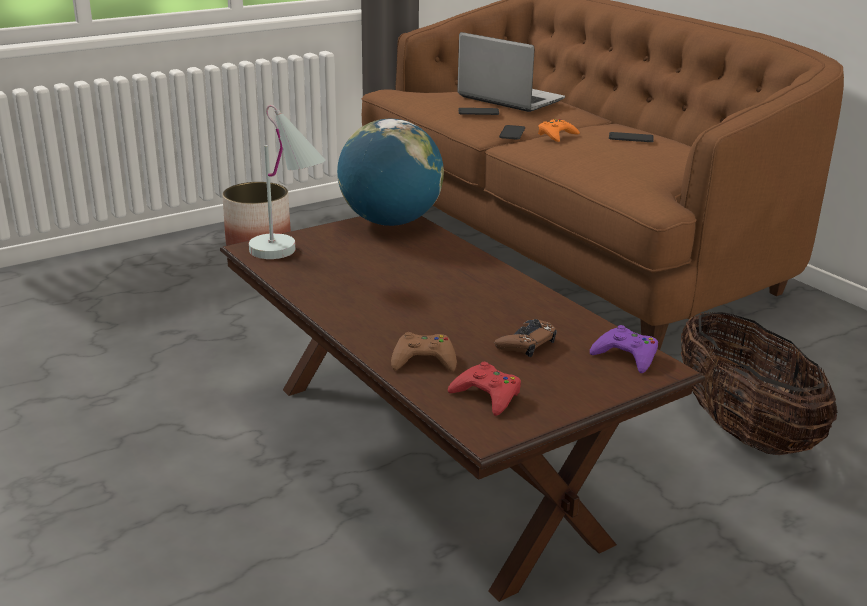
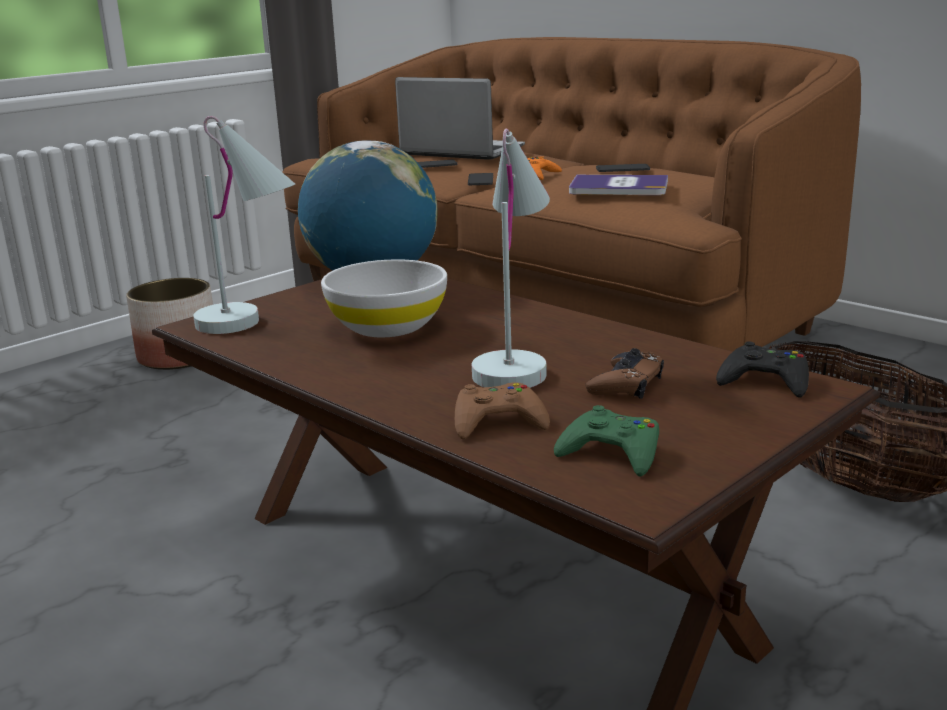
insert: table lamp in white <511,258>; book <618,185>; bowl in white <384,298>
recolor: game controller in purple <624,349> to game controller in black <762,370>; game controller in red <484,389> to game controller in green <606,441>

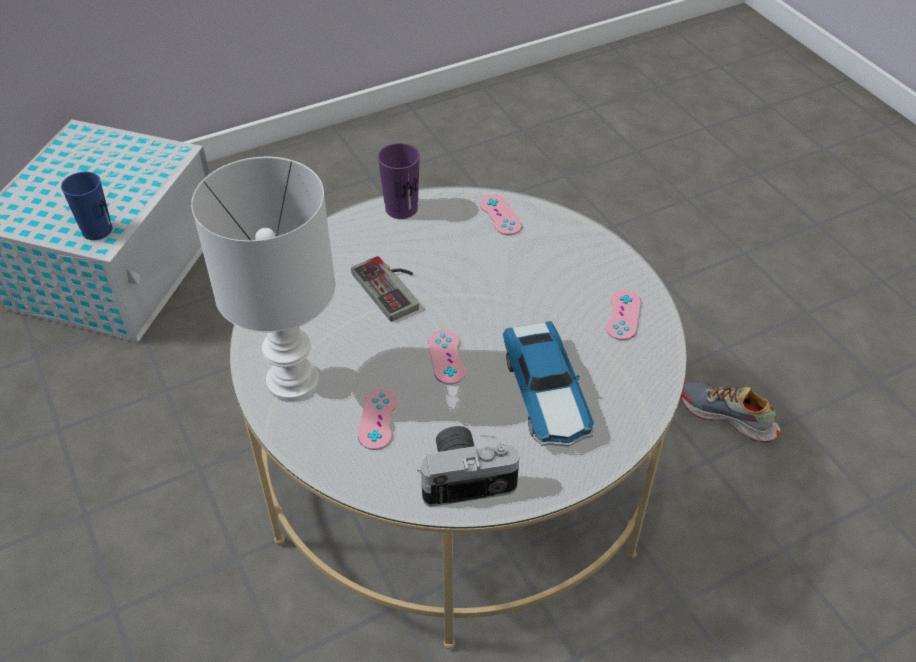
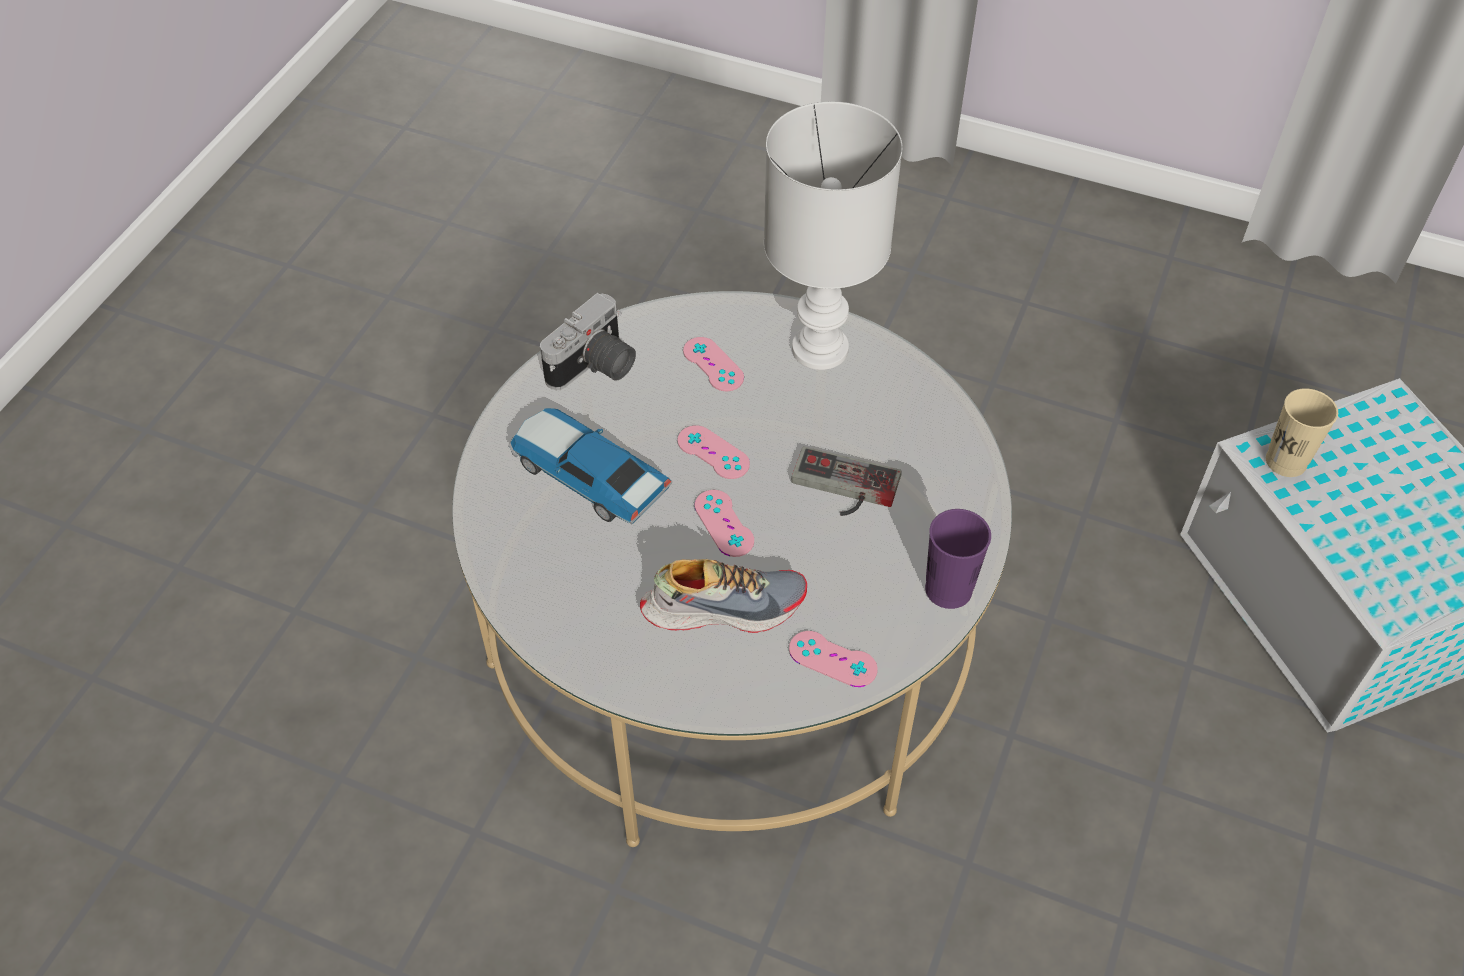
move: game controller in pink <623,315> to <724,523>; shoe <731,411> to <723,596>
recolor: cup in blue <86,206> to cup in beige <1302,432>

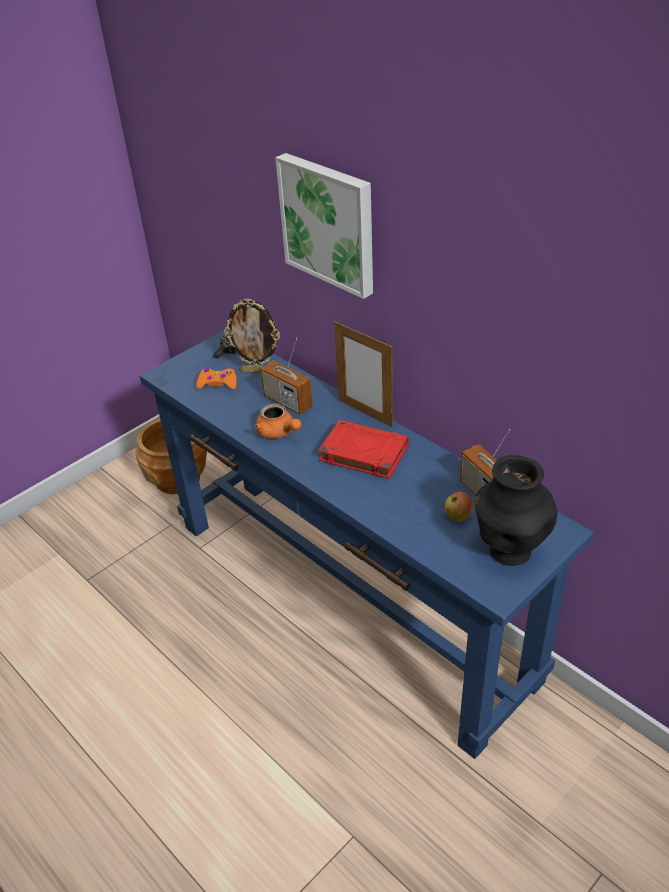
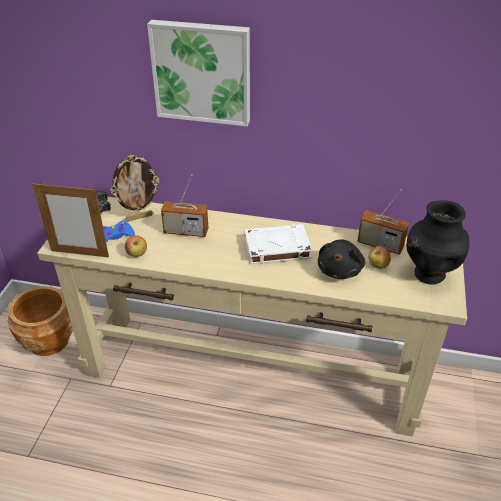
delete: teapot in orange <278,421>
insert: apple <136,246>; plush toy in black <341,259>
move: picture frame <363,374> to <70,220>
recolor: console table in blue <366,544> to console table in beige <252,316>; game controller in orange <216,379> to game controller in blue <119,232>; book in red <363,449> to book in white <278,244>

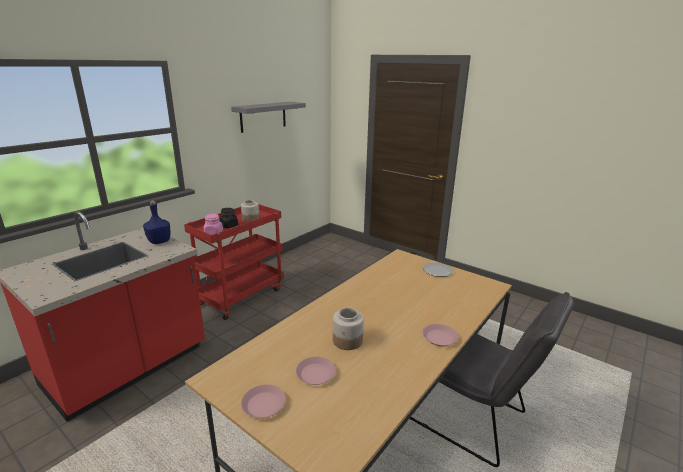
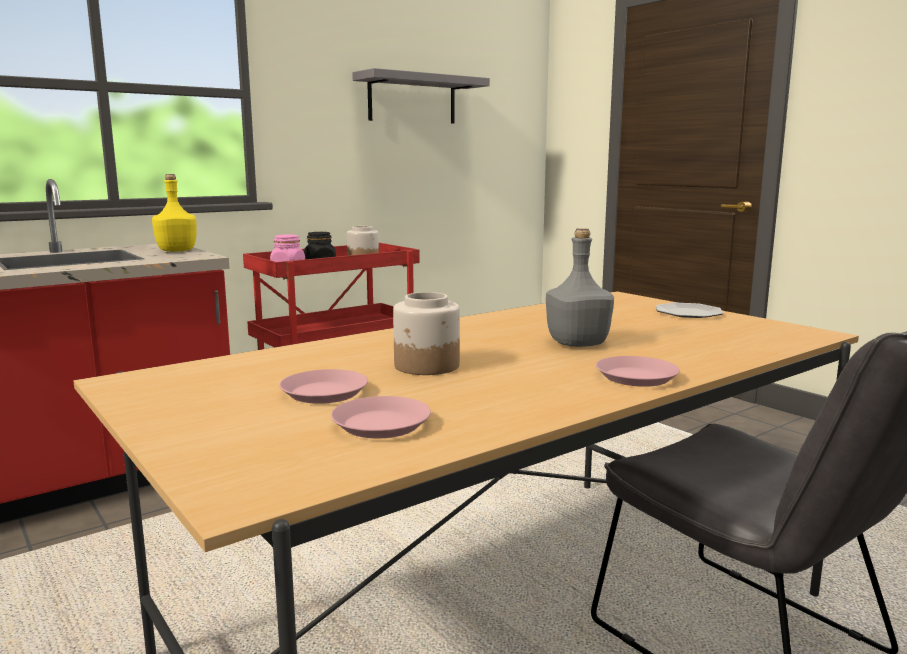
insert: bottle in grey <580,287>
move: plate in pink <263,401> to <381,417>
recolor: bottle in blue <157,222> to bottle in yellow <174,213>

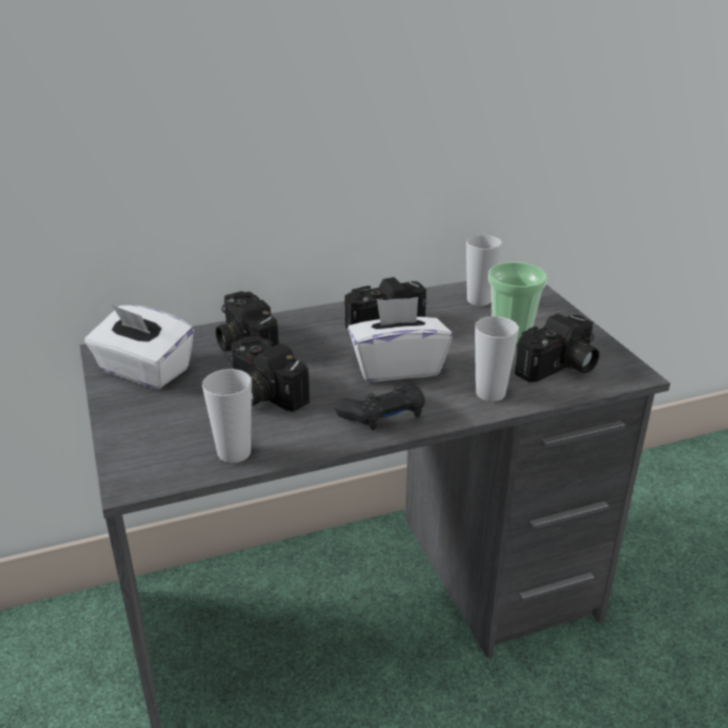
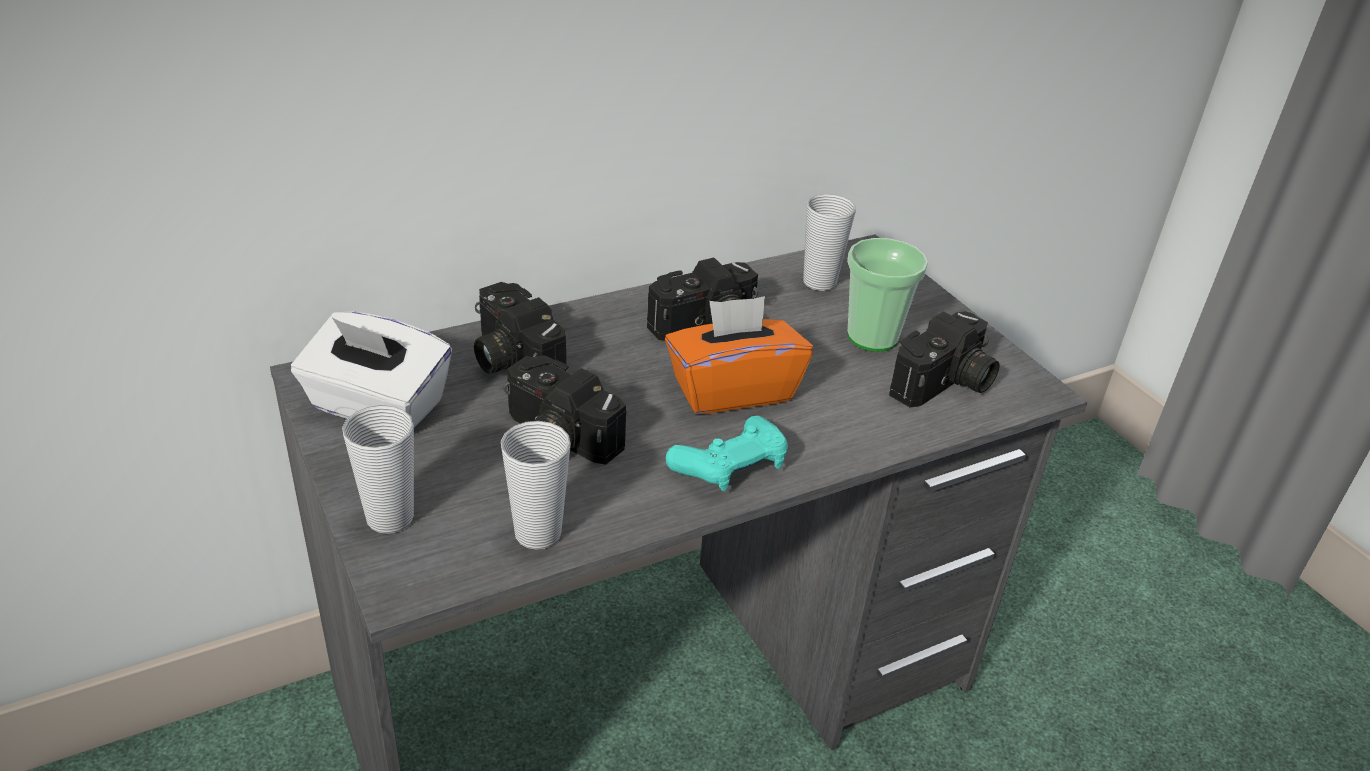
move: cup <497,359> to <378,469>
recolor: tissue box in white <400,339> to tissue box in orange <739,355>; game controller in black <380,406> to game controller in turquoise <727,453>

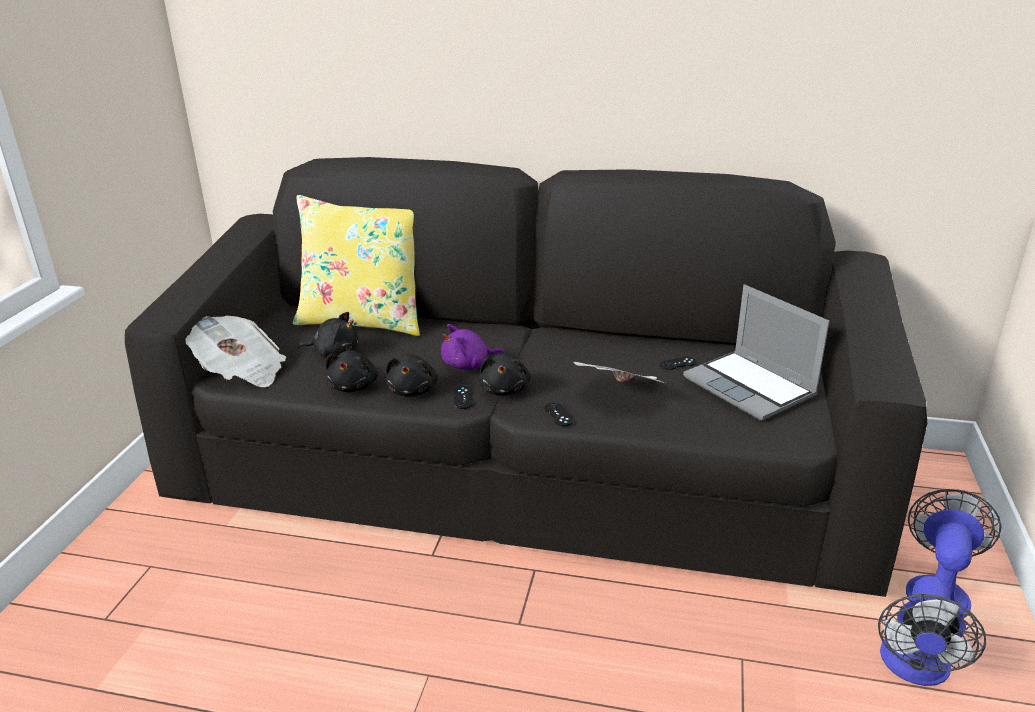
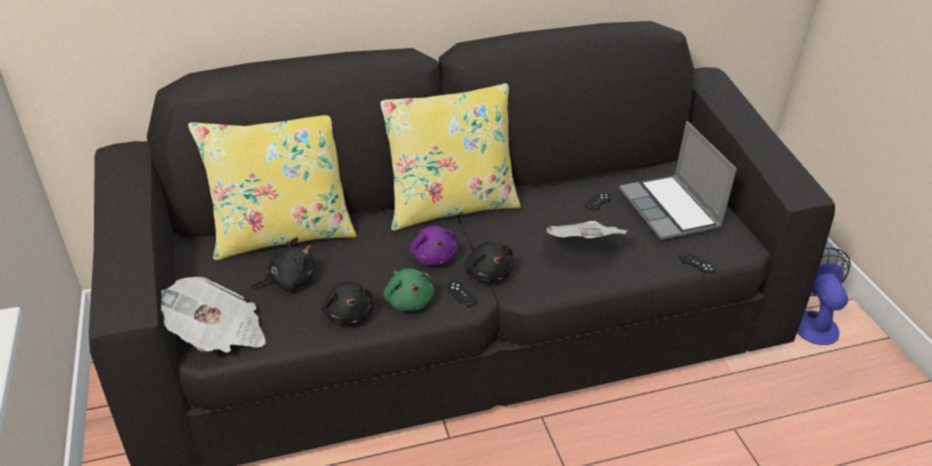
delete: fan <932,631>
insert: pillow in yellow <450,157>
move: game controller in black <559,414> to <697,263>
recolor: plush toy in black <412,375> to plush toy in green <409,289>
rotate: laptop <756,352> = <678,180> 45 degrees clockwise; plush toy in purple <472,347> = <434,246> 60 degrees counterclockwise

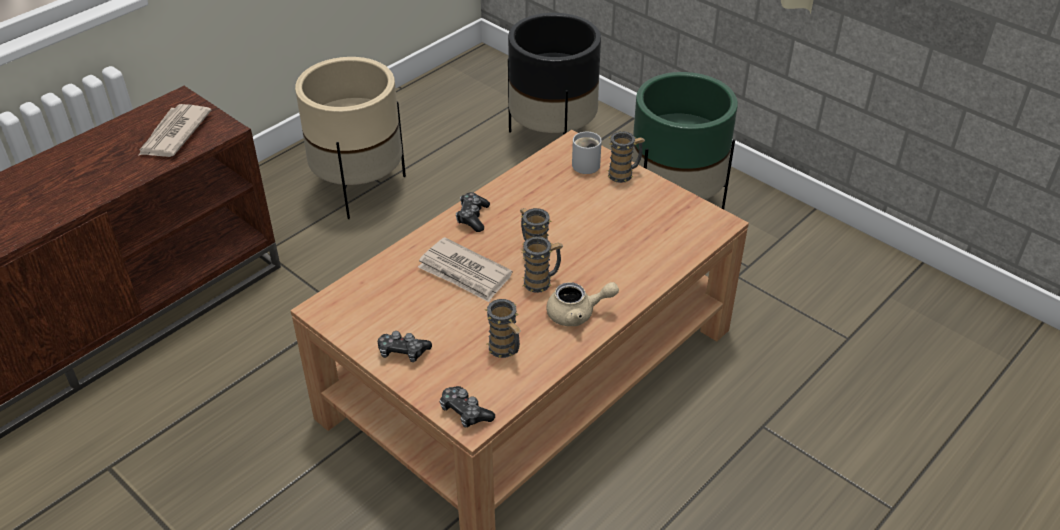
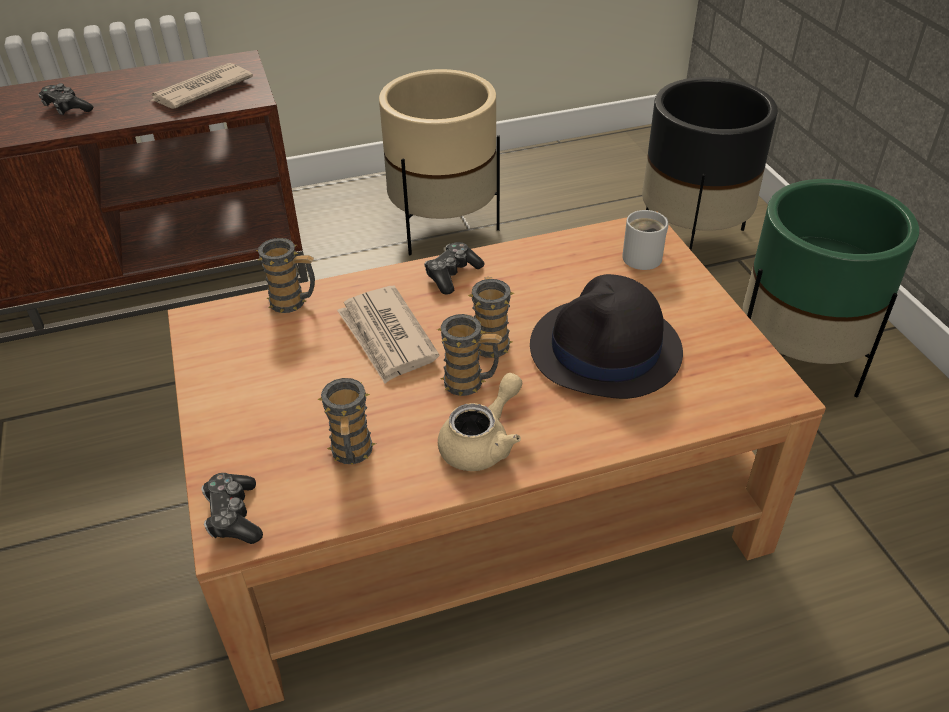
insert: hat in black <606,336>
move: mug <626,157> to <285,275>; game controller <405,346> to <66,99>
rotate: teapot in beige <582,304> = <480,422> 75 degrees counterclockwise

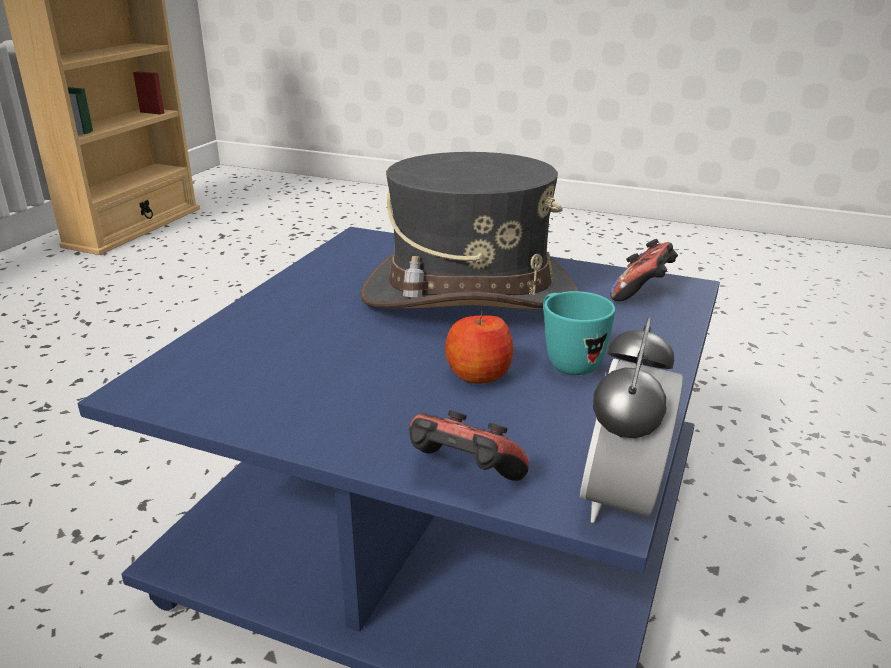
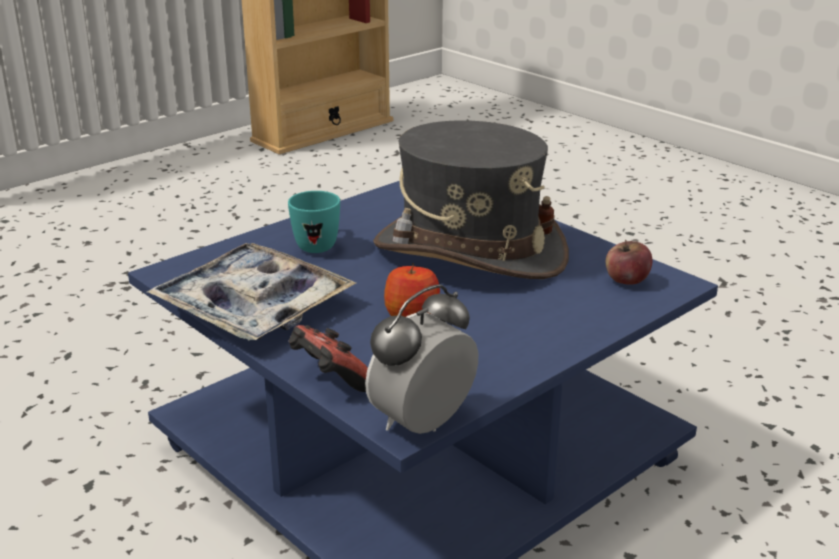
insert: tray <251,291>
move: mug in turquoise <579,333> to <314,222>
replace: game controller <644,270> to apple <629,262>

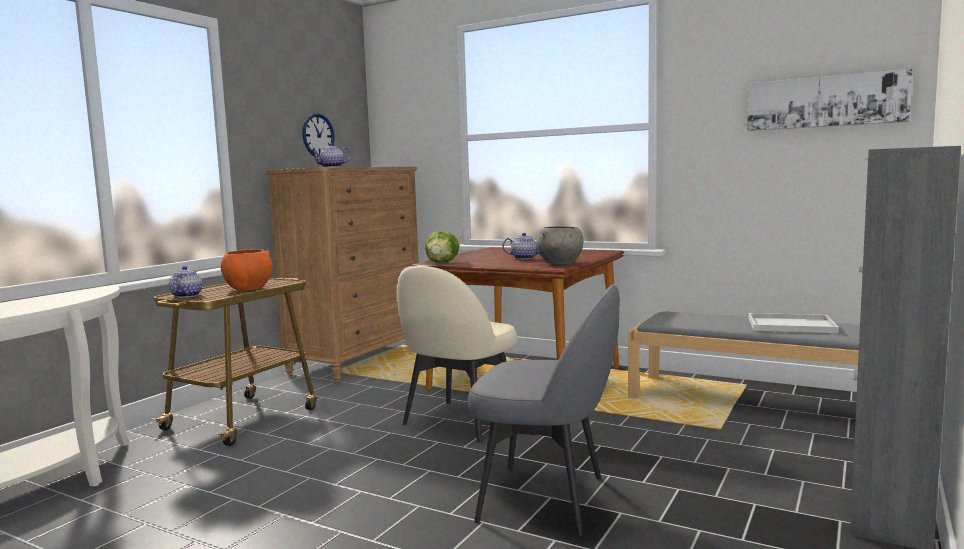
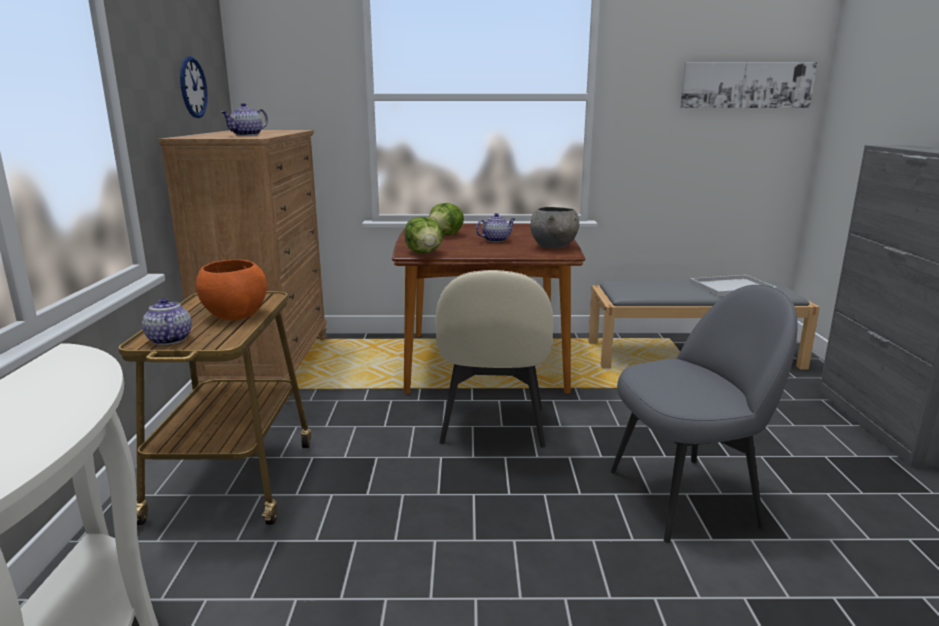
insert: lettuce <446,219>

